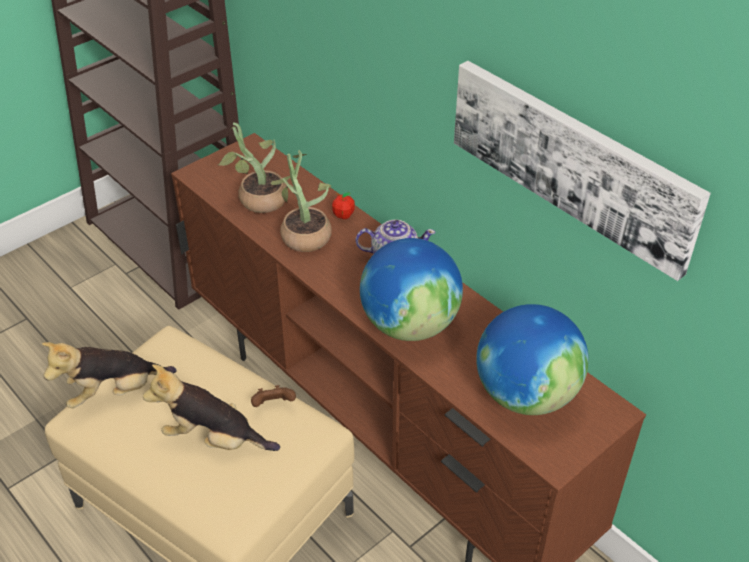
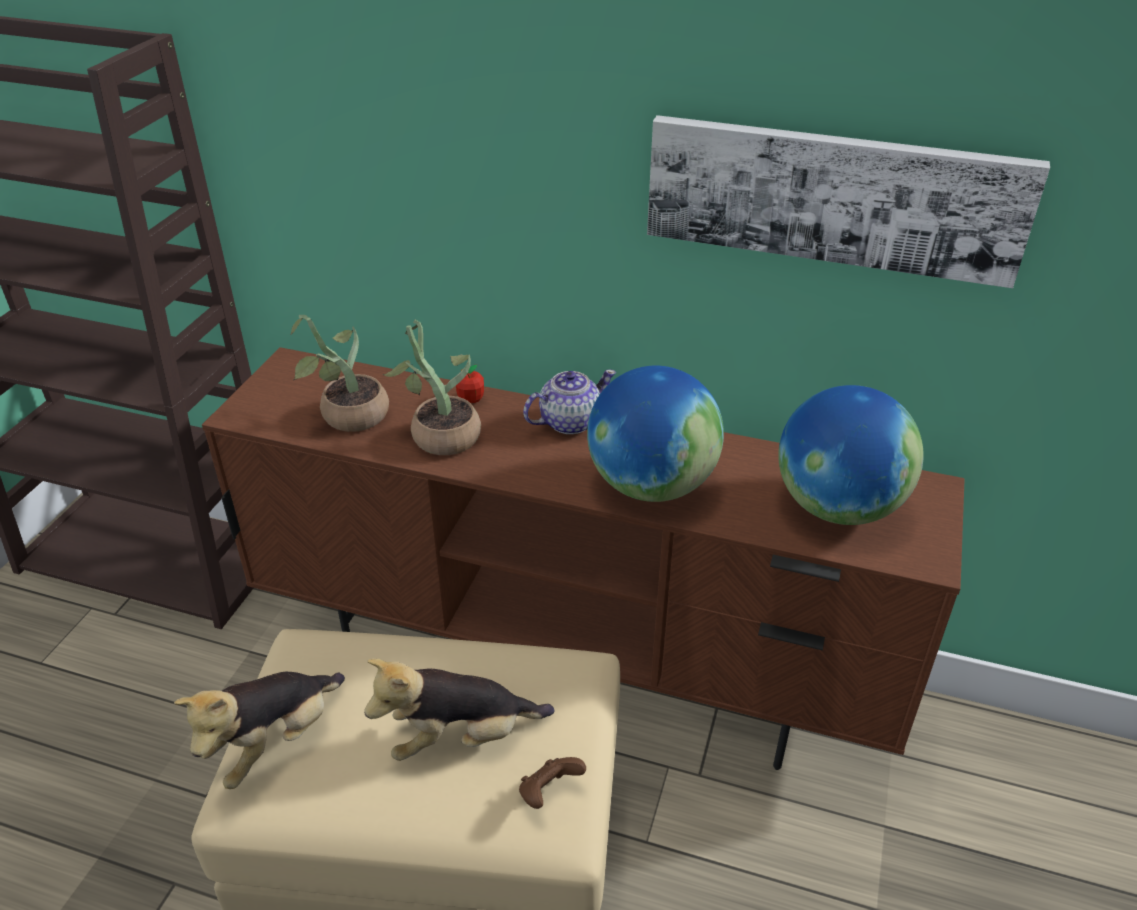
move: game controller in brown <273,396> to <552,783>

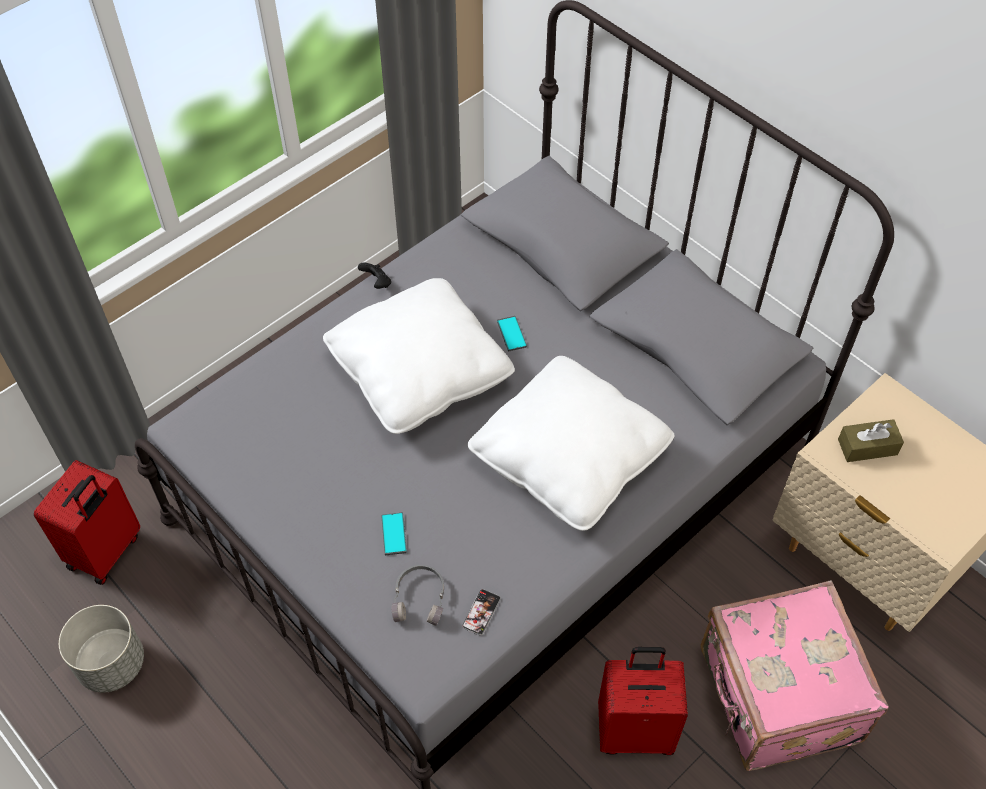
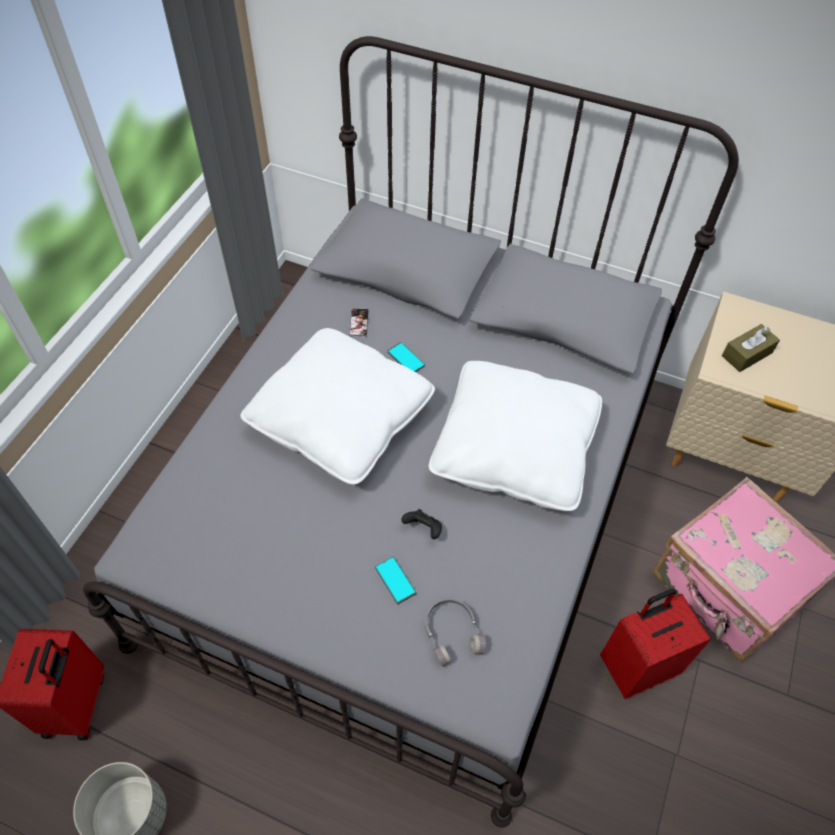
move: game controller in black <374,275> to <421,524>; phone <481,612> to <359,322>

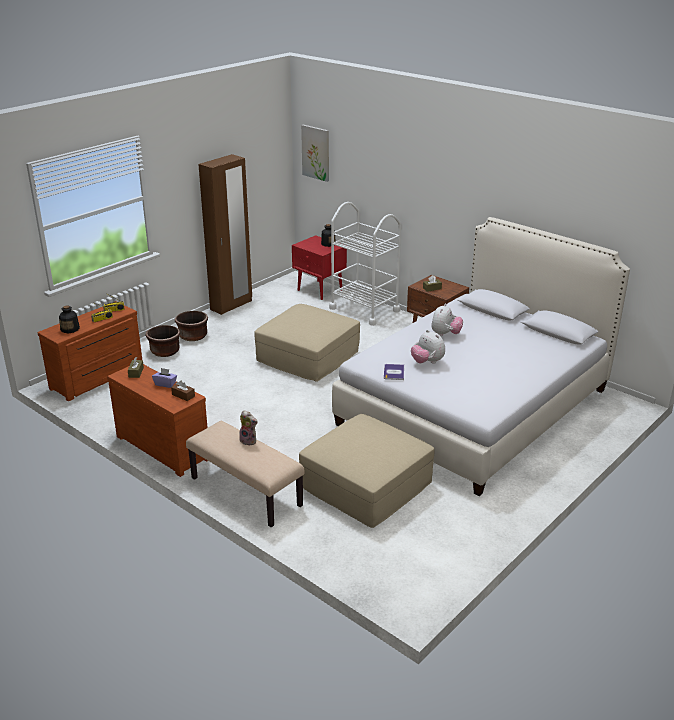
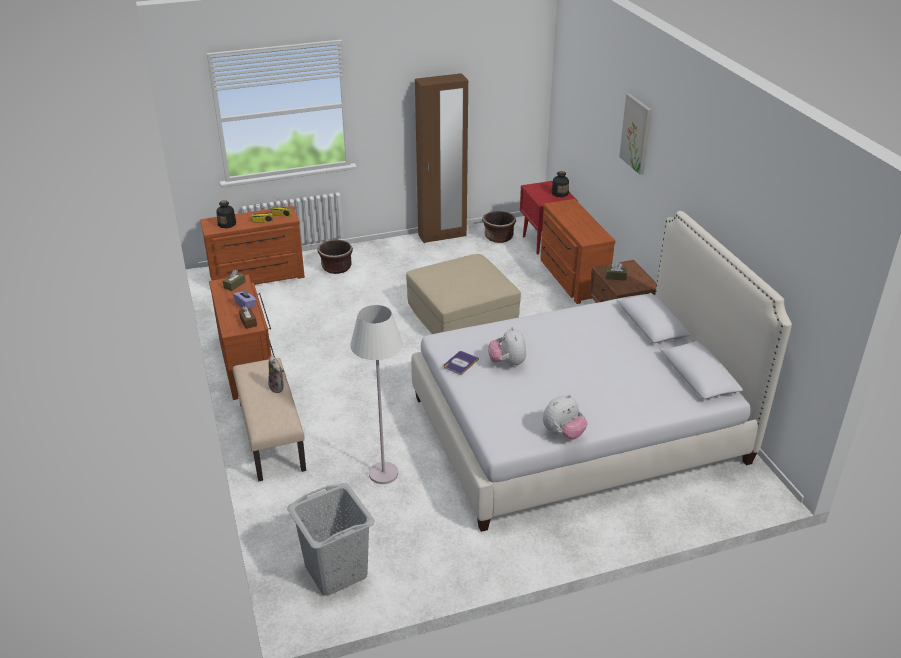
insert: laundry basket in grey <331,539>
move: picture <315,153> to <635,134>; plush toy <447,320> to <565,417>; planter in brown <191,326> to <499,227>
replace: cart in white <365,264> to dresser in brown <577,251>; ottoman in beige <367,471> to floor lamp in white <376,394>

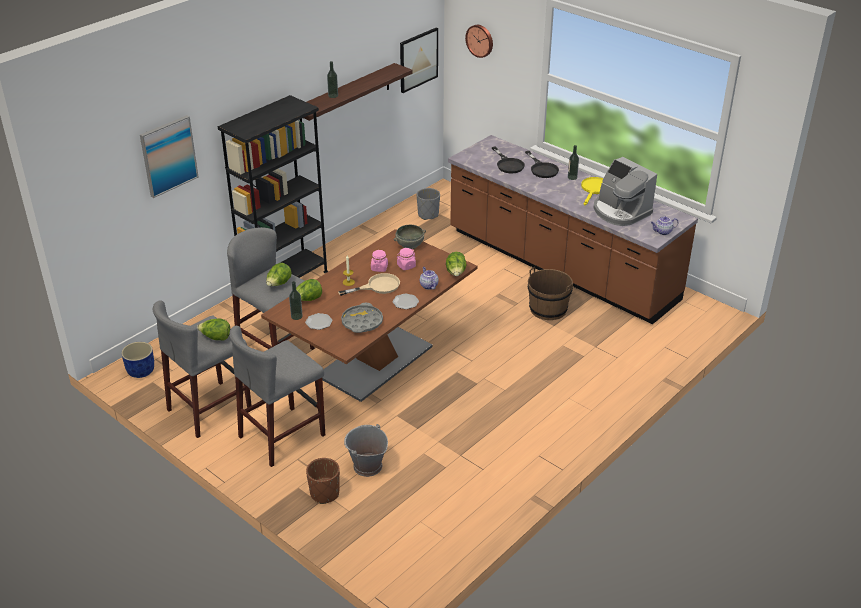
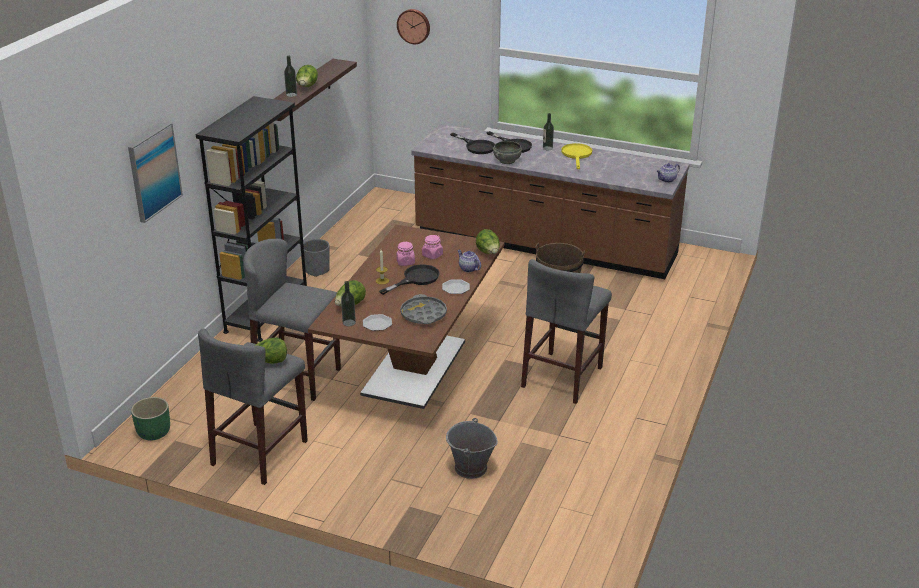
delete: picture <419,60>; coffee machine <625,191>; planter in brown <323,481>
move: planter in grey <428,204> to <316,258>; bowl in grey <410,237> to <507,152>; lettuce <278,274> to <307,76>; stool in grey <277,396> to <566,331>
recolor: frying pan in beige <369,284> to frying pan in black <409,279>; planter in blue <137,360> to planter in green <150,418>

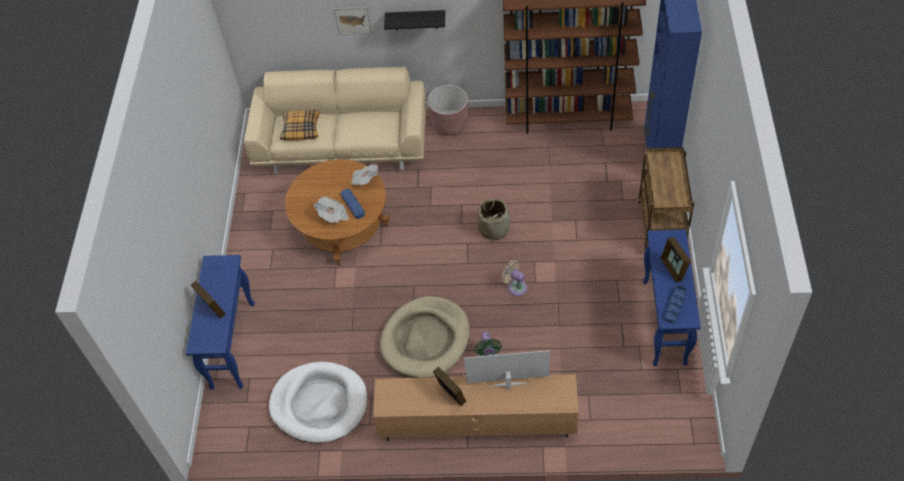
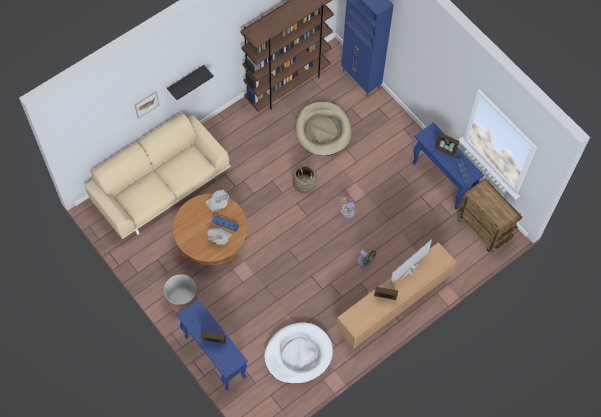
delete: pillow <300,125>
move: planter in brown <447,110> to <180,293>; cart in brown <666,198> to <490,215>; dog bed in beige <425,337> to <323,129>

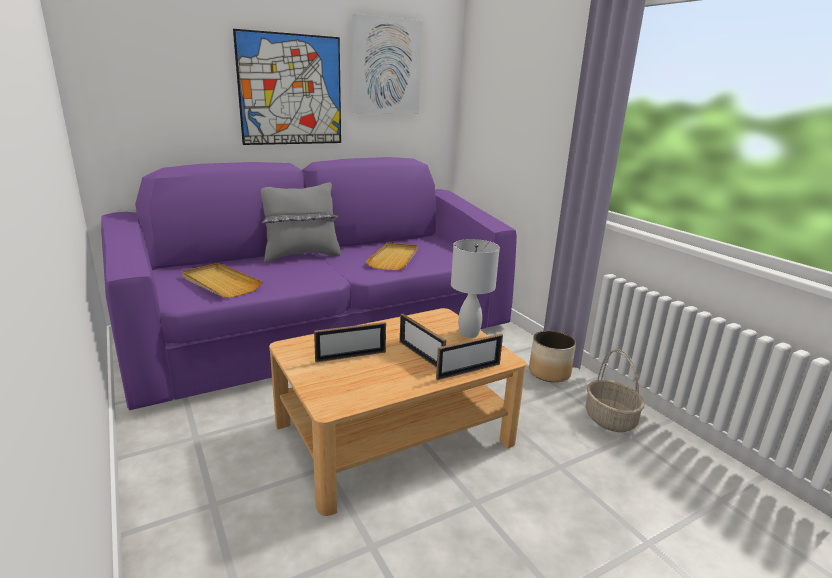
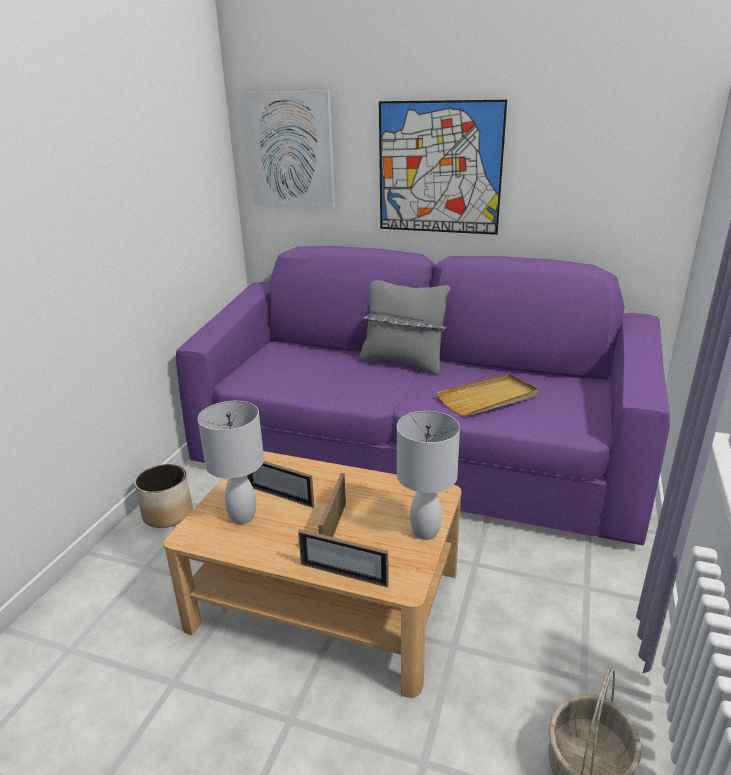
delete: tray in beige <222,280>
insert: table lamp in white <231,462>
move: picture <387,64> to <289,148>; planter <552,356> to <164,496>

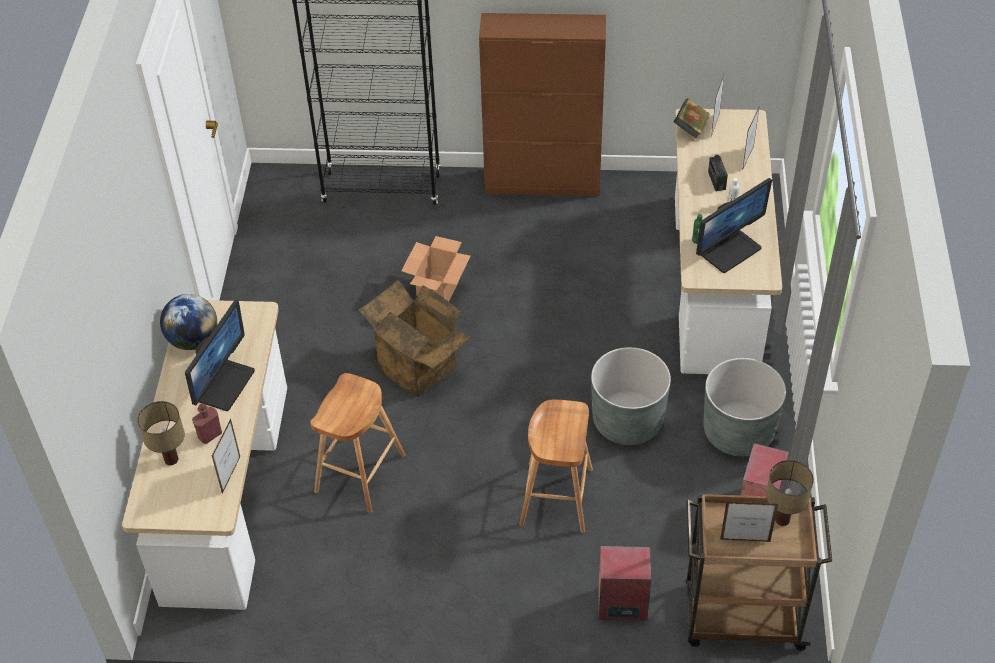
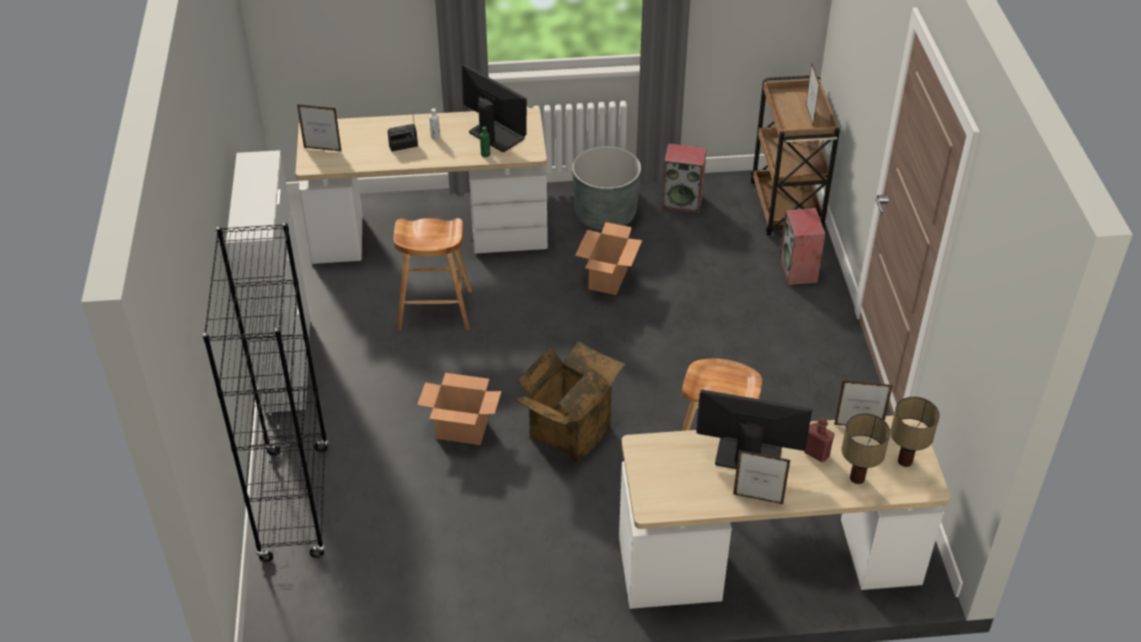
delete: book <692,118>; globe <188,322>
move: picture frame <751,138> to <761,477>; stool in brown <556,466> to <433,274>; table lamp <790,493> to <915,432>
replace: planter in grey <631,396> to cardboard box <608,258>
recolor: cabinet in brown <542,104> to cabinet in white <268,281>

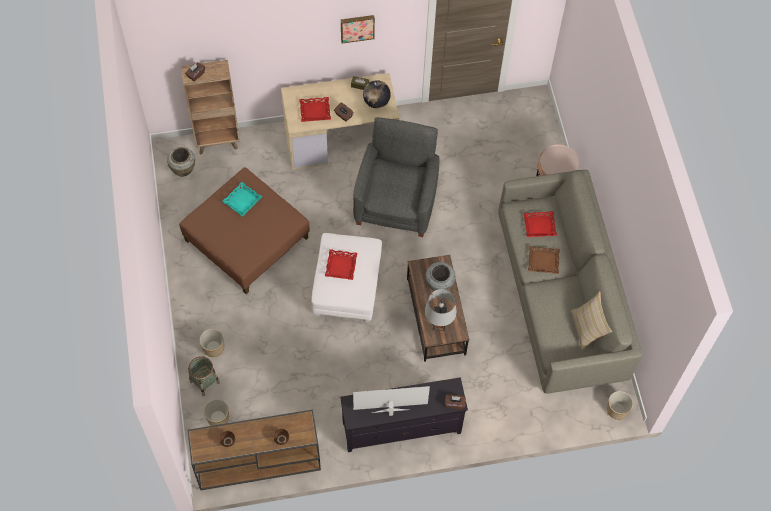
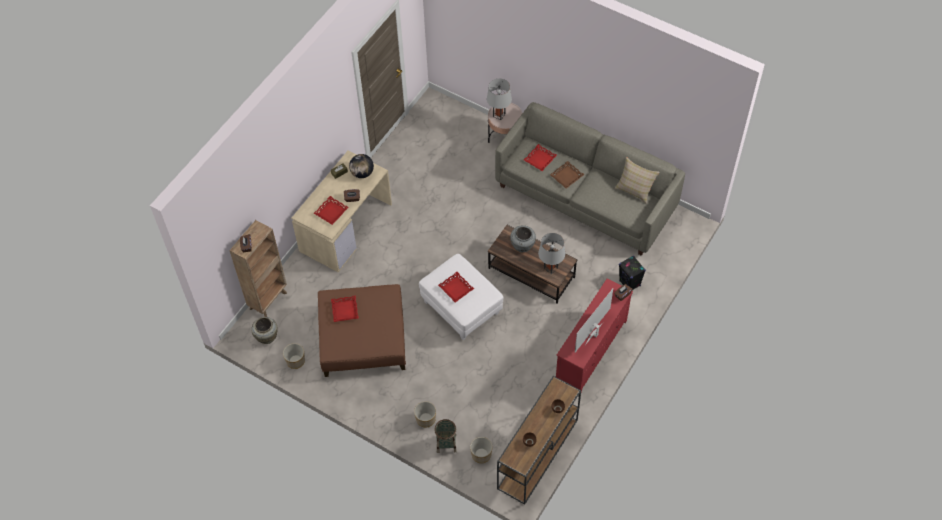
delete: picture <358,29>; armchair in grey <396,177>
insert: table lamp in grey <499,99>; speaker in black <632,272>
move: planter <620,405> to <294,356>
recolor: tray in turquoise <242,199> to tray in red <345,308>; tv stand in black <404,414> to tv stand in red <594,335>

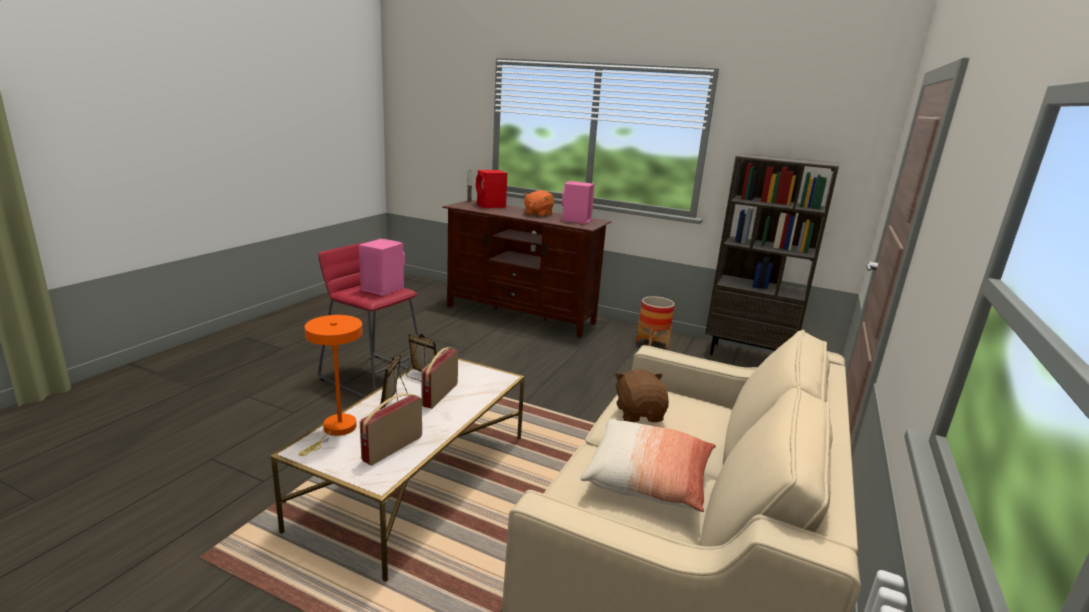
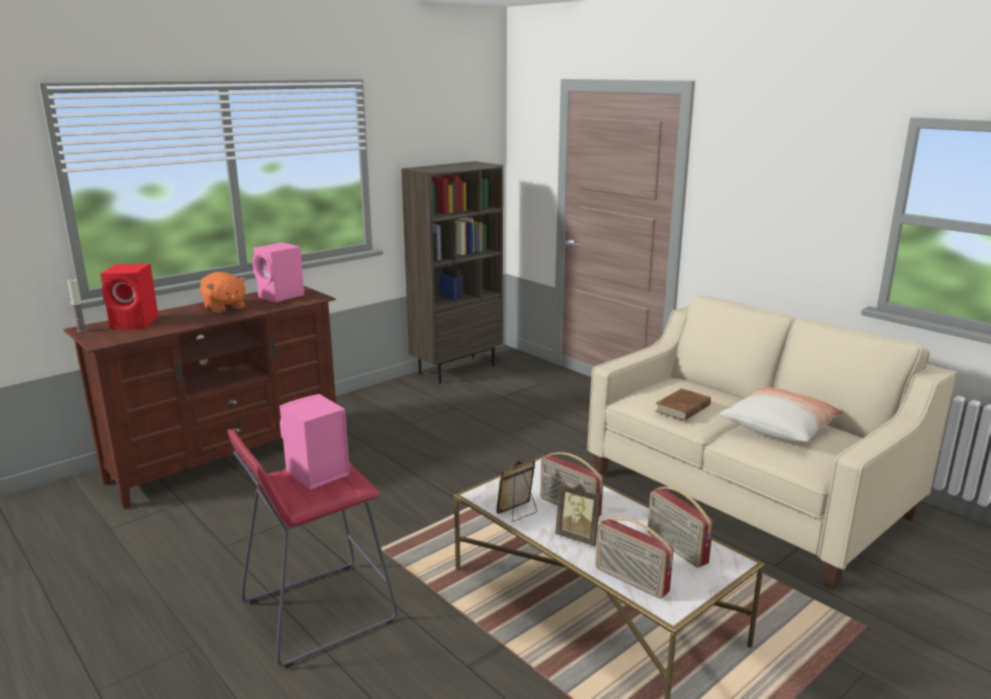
delete: planter <655,322>
replace: table lamp in orange <331,385> to radio <634,558>; plush toy in brown <642,395> to book in brown <683,405>

